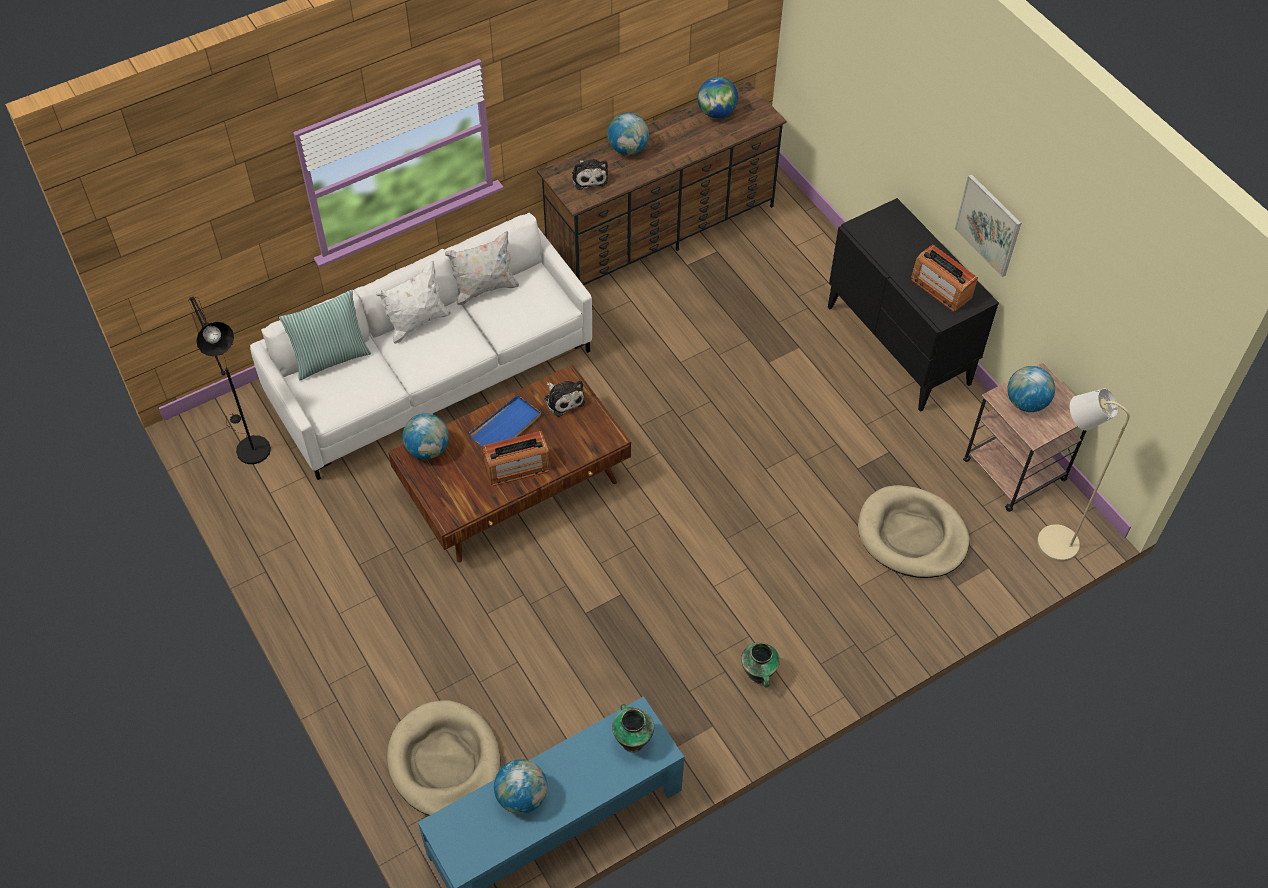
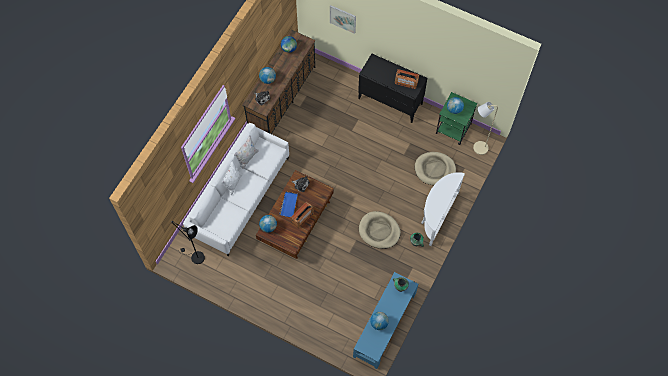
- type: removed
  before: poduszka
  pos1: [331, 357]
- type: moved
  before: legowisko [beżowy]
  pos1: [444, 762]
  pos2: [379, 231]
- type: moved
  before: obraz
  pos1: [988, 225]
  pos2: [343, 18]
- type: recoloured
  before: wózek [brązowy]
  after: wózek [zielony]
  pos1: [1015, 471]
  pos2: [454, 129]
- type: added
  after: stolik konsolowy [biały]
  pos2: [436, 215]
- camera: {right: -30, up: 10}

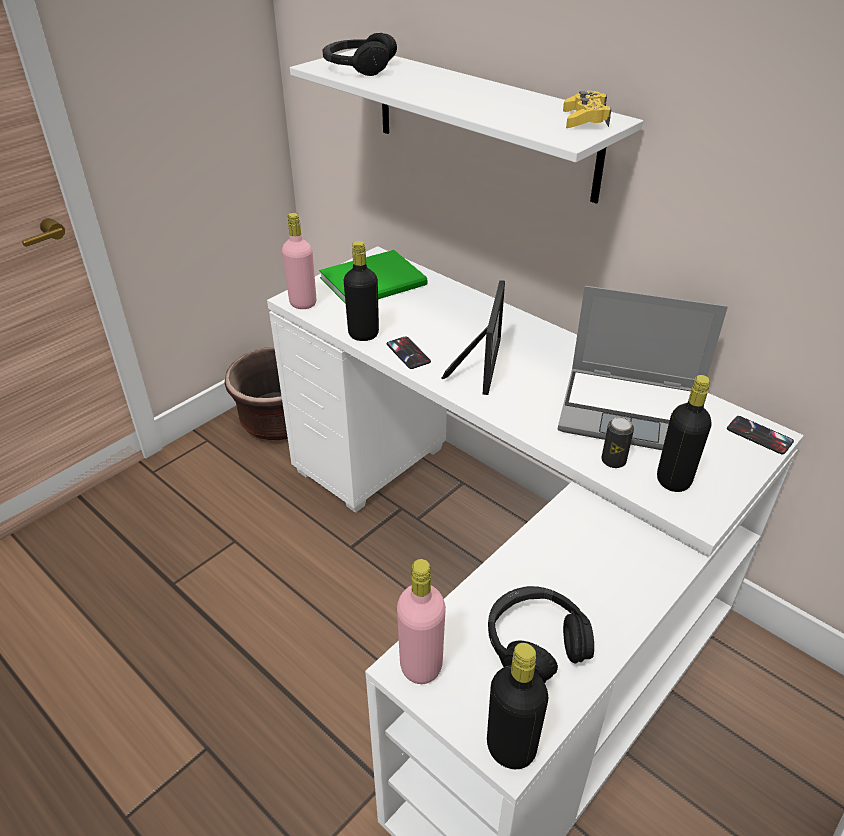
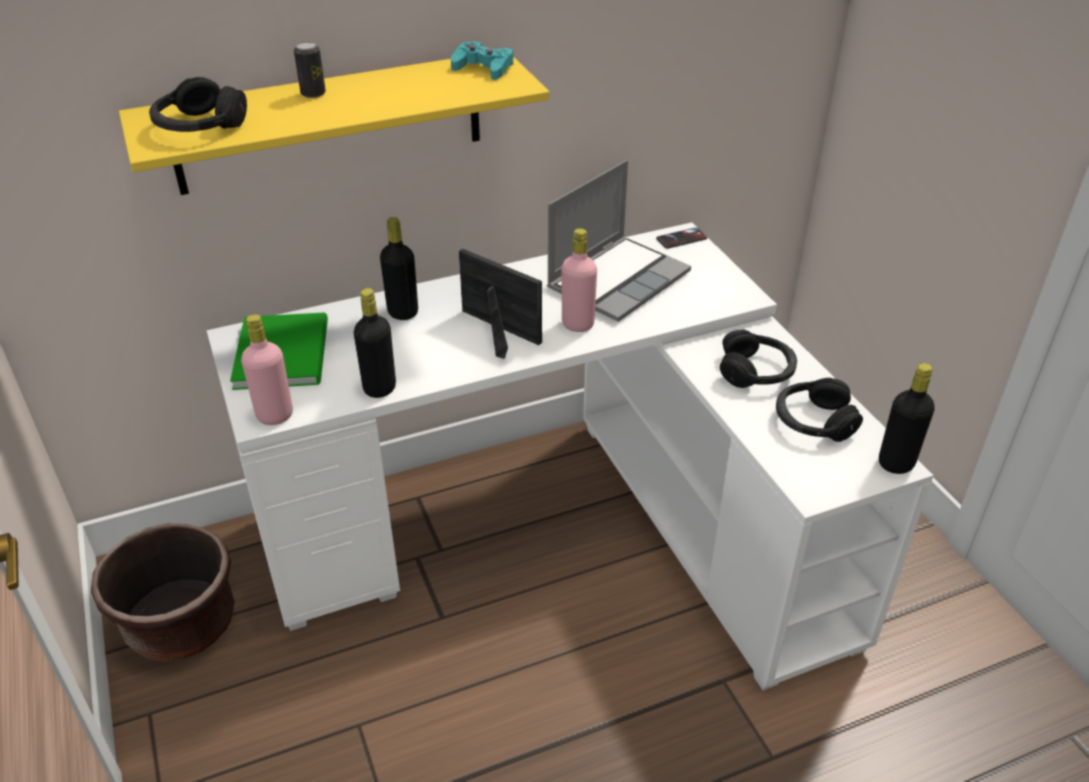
- type: recoloured
  before: półka [biały]
  after: półka [żółty]
  pos1: [483, 123]
  pos2: [330, 123]
- type: removed
  before: telefon
  pos1: [408, 353]
- type: moved
  before: butelka [różowy]
  pos1: [421, 665]
  pos2: [577, 324]
- type: recoloured
  before: pad do gier [żółty]
  after: pad do gier [turkusowy]
  pos1: [585, 119]
  pos2: [483, 68]
- type: moved
  before: puszka
  pos1: [613, 461]
  pos2: [313, 93]
- type: moved
  before: butelka [czarny]
  pos1: [673, 480]
  pos2: [403, 312]
- type: added
  after: słuchawki [czarny]
  pos2: [756, 371]
- camera: {right: -65, up: 0}

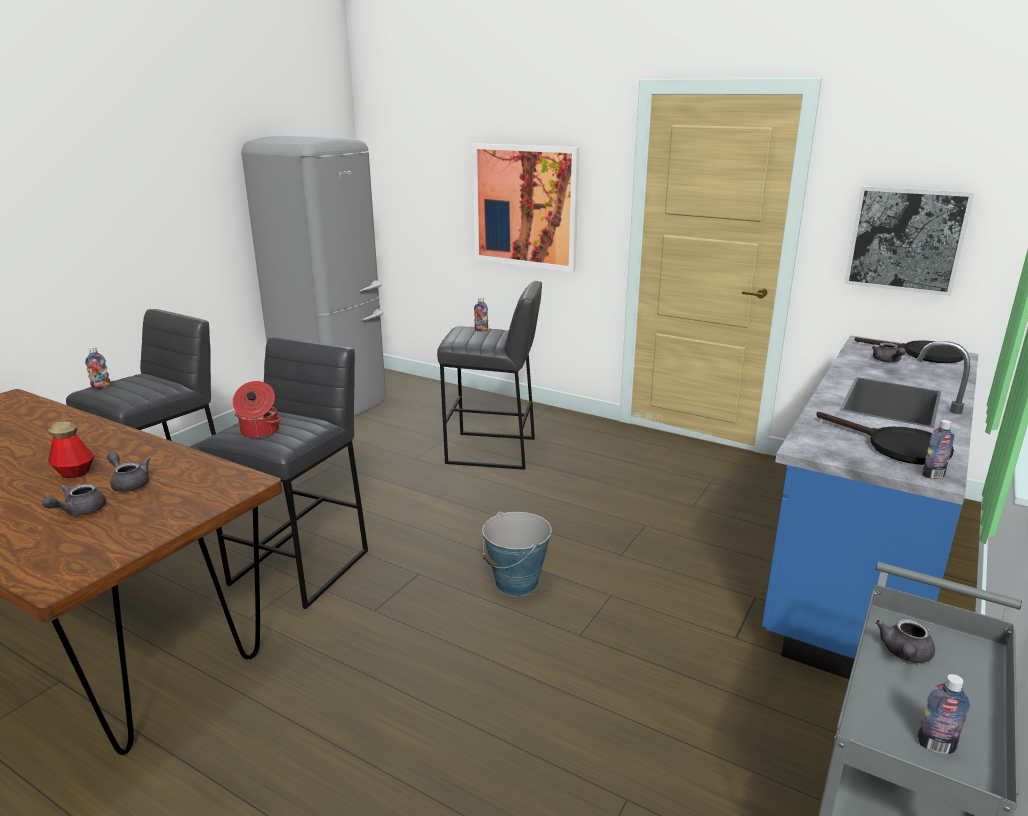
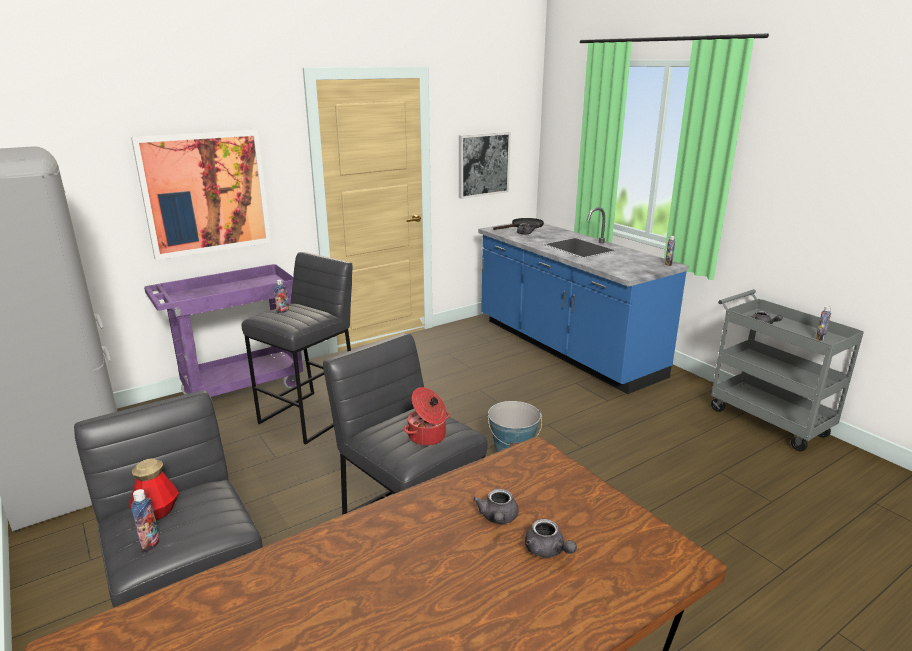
- type: moved
  before: butelka
  pos1: [74, 472]
  pos2: [157, 512]
- type: turned
  before: imbryk [szary]
  pos1: [129, 483]
  pos2: [498, 518]
  turn: -60
- type: removed
  before: patelnia [czarny]
  pos1: [897, 447]
- type: added
  after: wózek [fioletowy]
  pos2: [238, 392]
- camera: {right: -65, up: 0}

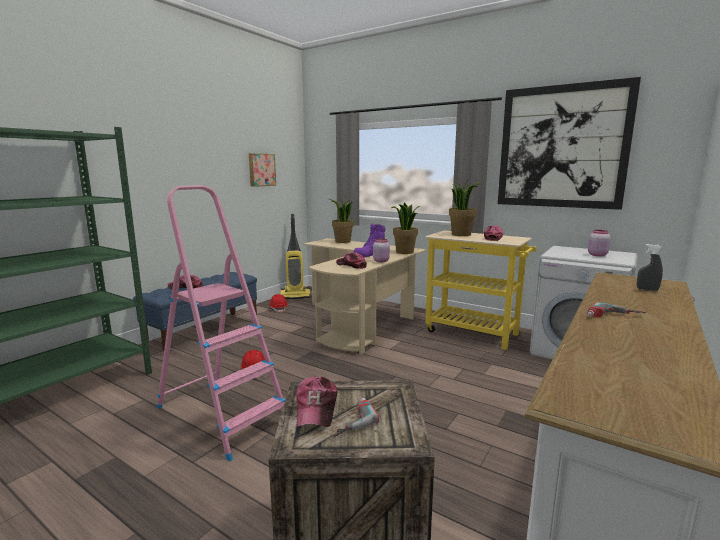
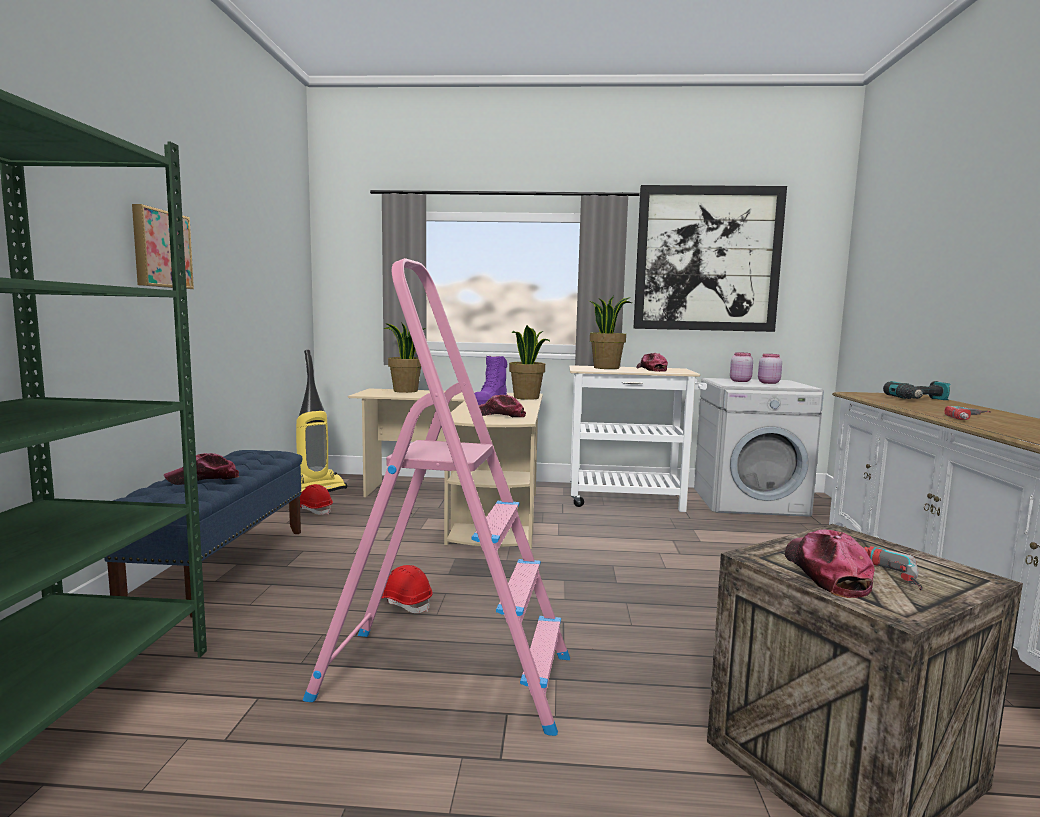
- type: moved
  before: obraz
  pos1: [261, 170]
  pos2: [160, 249]
- type: turned
  before: czapka z daszkiem
  pos1: [316, 409]
  pos2: [825, 573]
  turn: -150
- type: moved
  before: słoik [różowy]
  pos1: [381, 261]
  pos2: [740, 381]
- type: recoloured
  before: wózek [żółty]
  after: wózek [biały]
  pos1: [473, 333]
  pos2: [627, 500]
- type: replaced
  before: spryskiwacz [szary]
  after: wiertarka
  pos1: [647, 290]
  pos2: [920, 400]
- camera: {right: -30, up: -5}

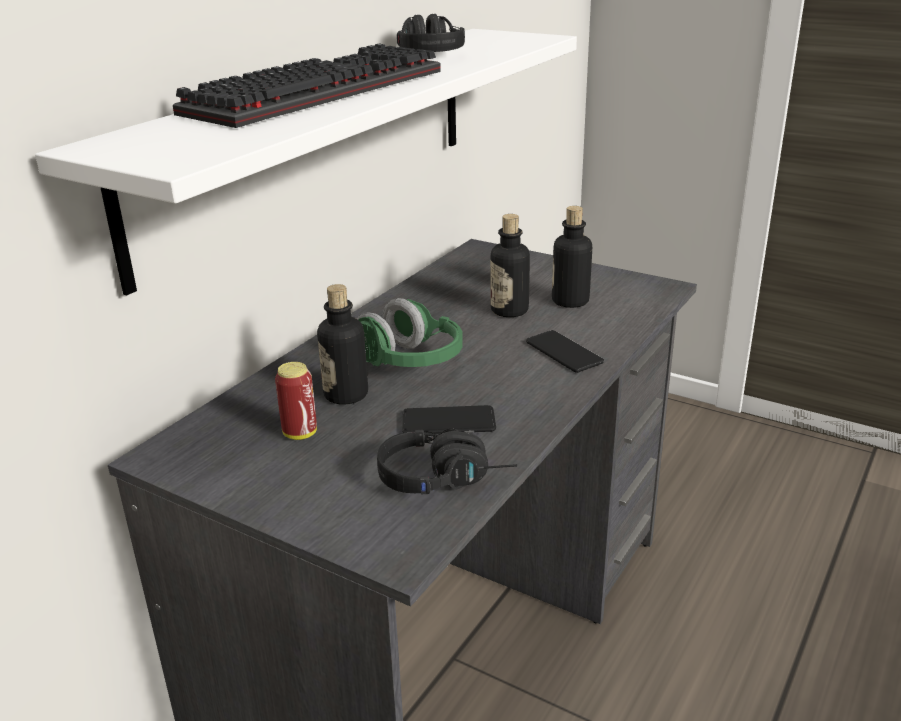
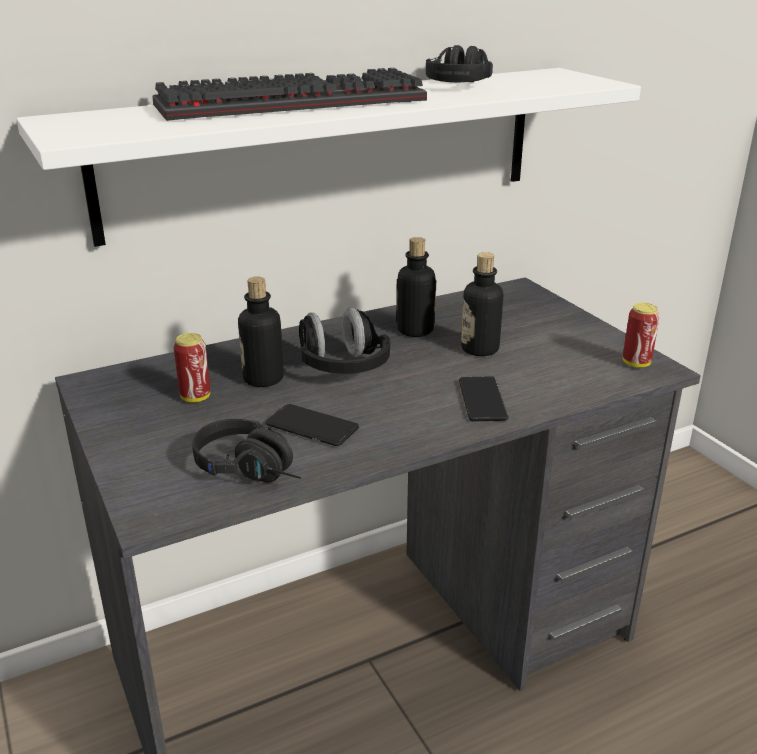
- type: recoloured
  before: słuchawki [zielony]
  after: słuchawki [czarny]
  pos1: [410, 361]
  pos2: [343, 367]
- type: moved
  before: butelka
  pos1: [570, 301]
  pos2: [415, 330]
- type: added
  after: puszka
  pos2: [636, 363]
- camera: {right: 30, up: 0}

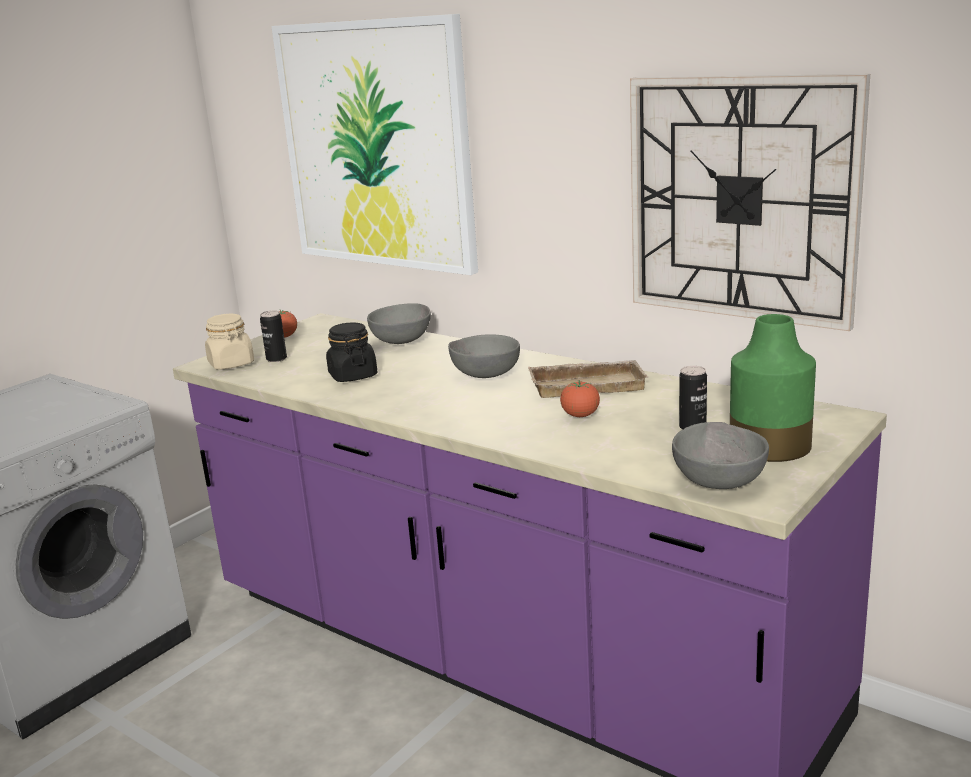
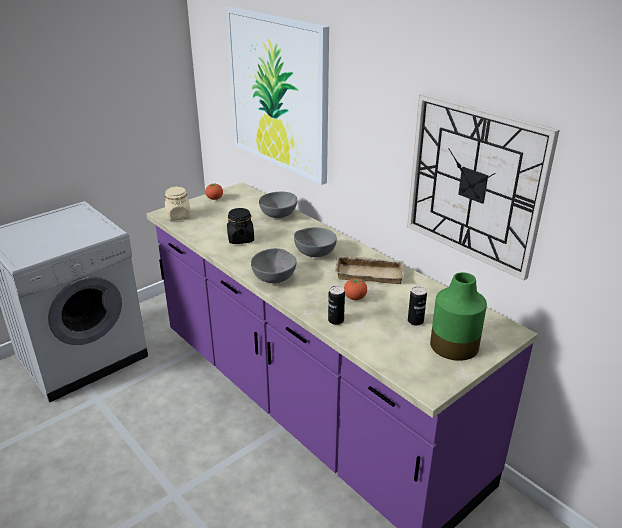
- type: moved
  before: puszka
  pos1: [276, 359]
  pos2: [336, 320]
- type: moved
  before: miska [szary]
  pos1: [720, 481]
  pos2: [275, 278]
- camera: {right: 10, up: 10}

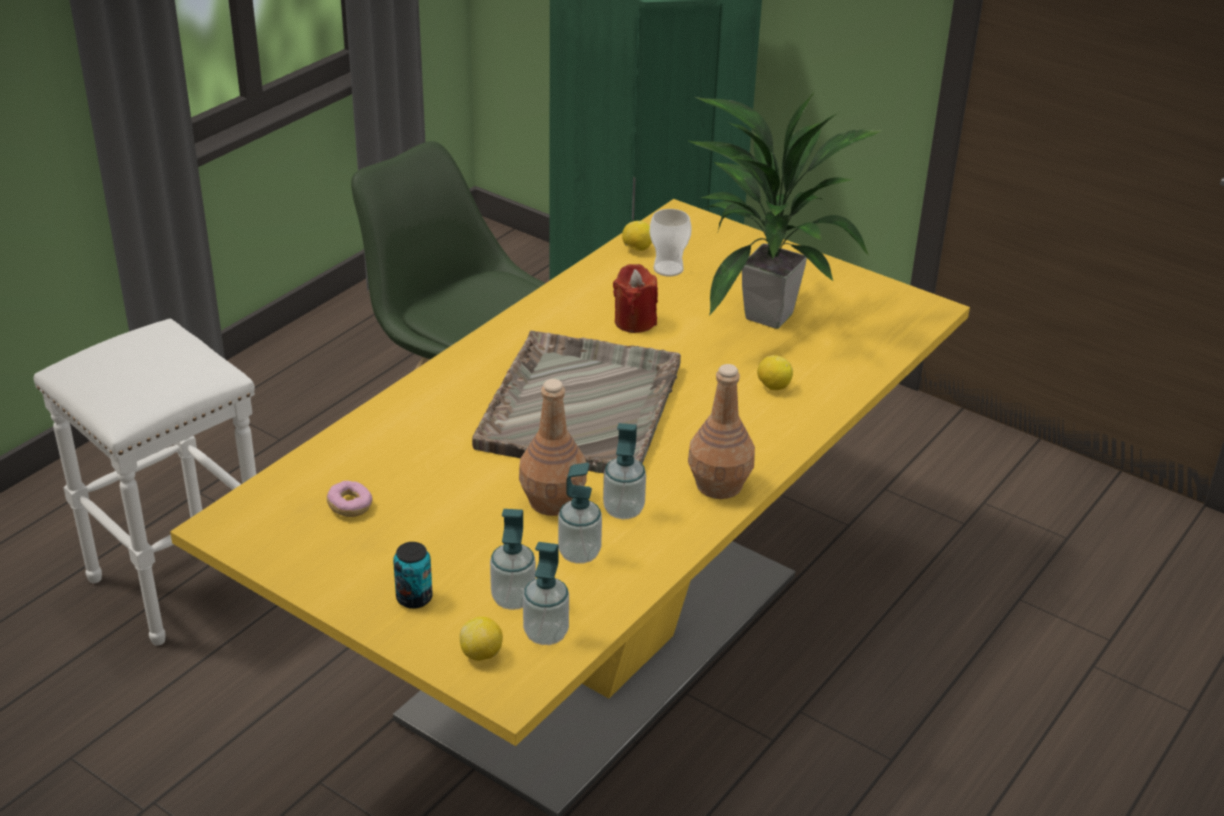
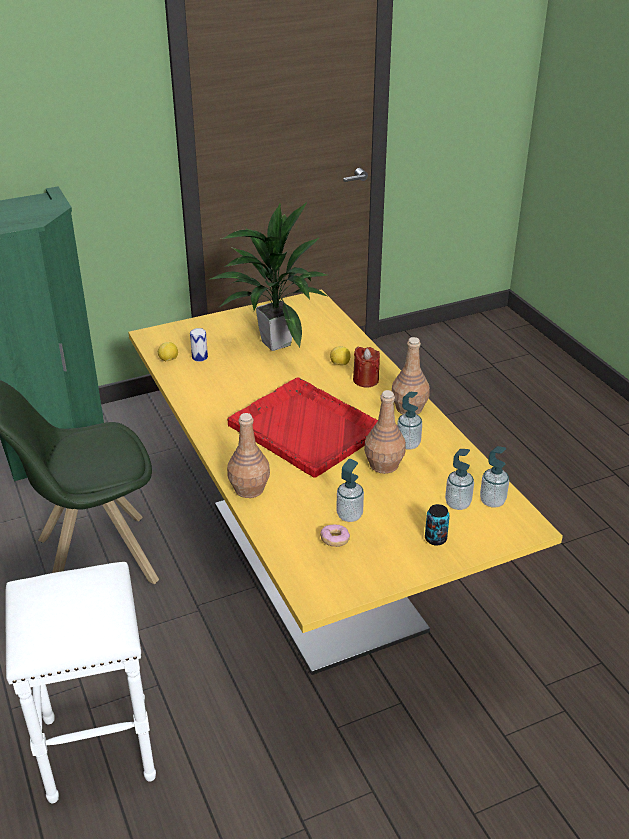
- type: removed
  before: cytryna
  pos1: [481, 654]
- type: recoloured
  before: taca [szary]
  after: taca [czerwony]
  pos1: [581, 405]
  pos2: [305, 428]
- type: moved
  before: dozownik mydła
  pos1: [579, 553]
  pos2: [349, 515]
- type: moved
  before: świeca [czerwony]
  pos1: [634, 321]
  pos2: [365, 380]
- type: replaced
  before: filiżanka
  after: puszka
  pos1: [668, 269]
  pos2: [199, 357]
- type: added
  after: butelka [brązowy]
  pos2: [249, 489]
- camera: {right: -60, up: 0}

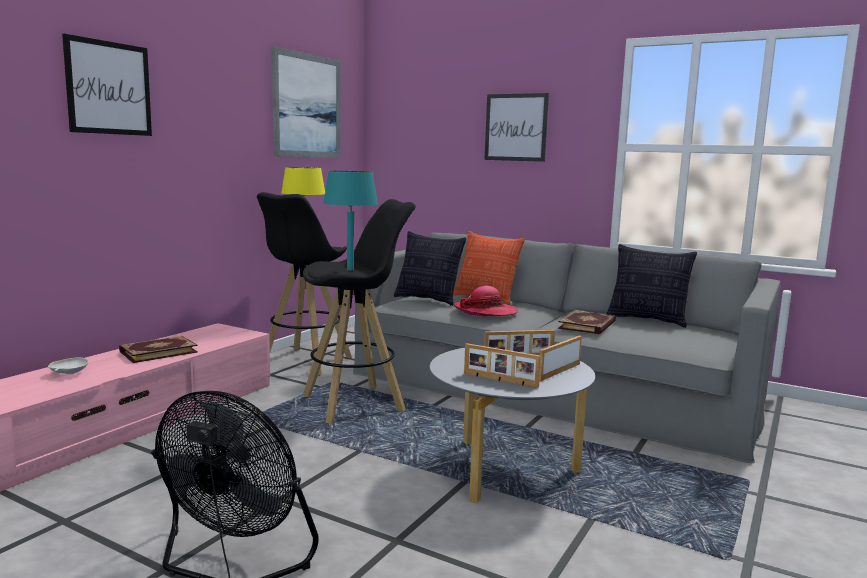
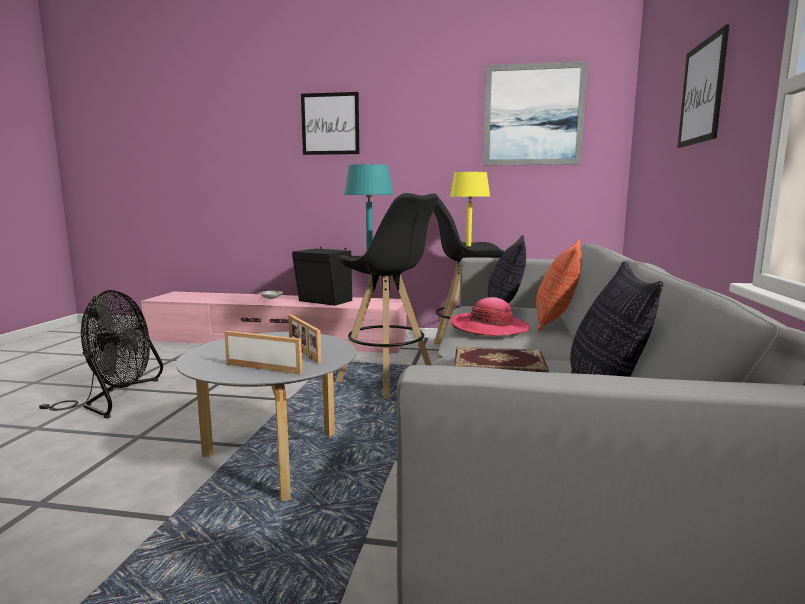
- type: replaced
  before: książka
  after: głośnik [czarny]
  pos1: [158, 352]
  pos2: [324, 301]
- type: removed
  before: ramka na zdjęcie
  pos1: [500, 380]
- camera: {right: 70, up: 0}

